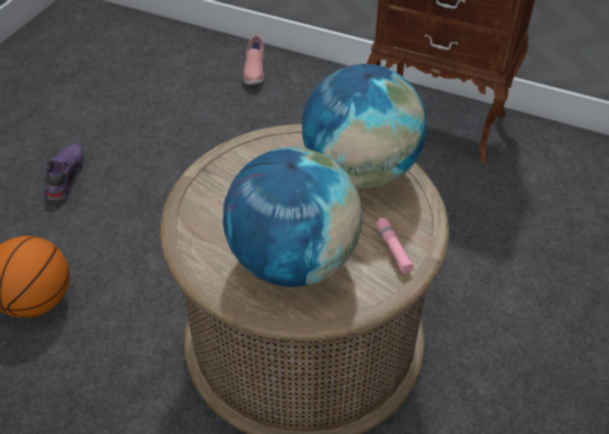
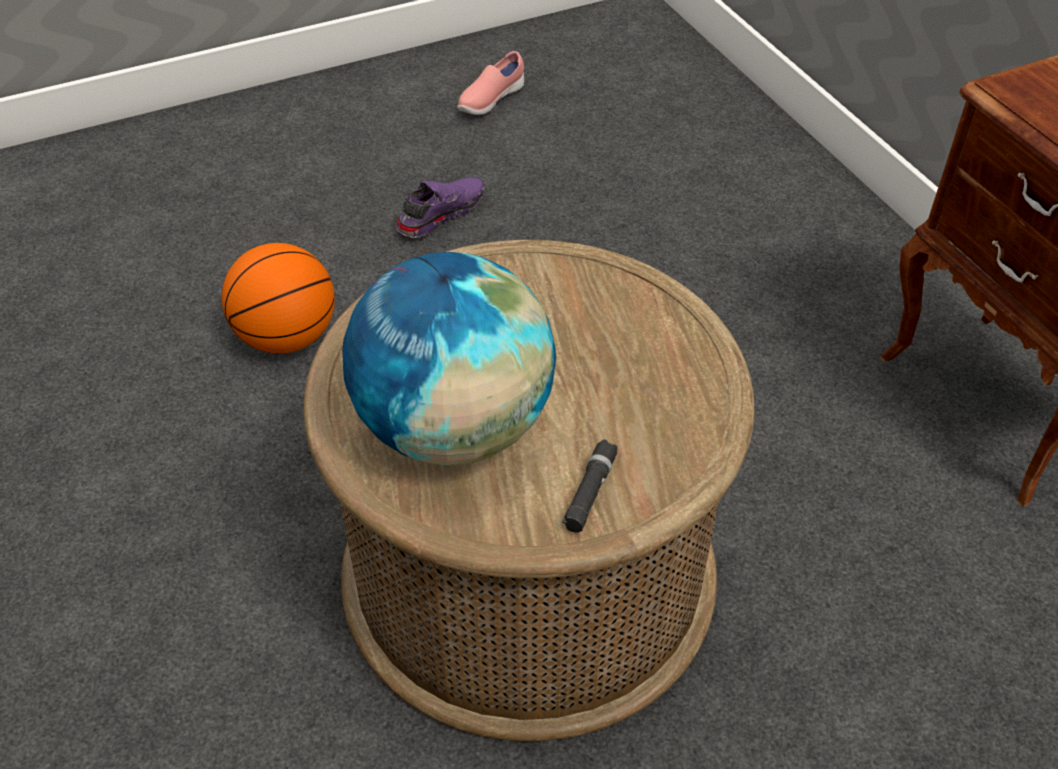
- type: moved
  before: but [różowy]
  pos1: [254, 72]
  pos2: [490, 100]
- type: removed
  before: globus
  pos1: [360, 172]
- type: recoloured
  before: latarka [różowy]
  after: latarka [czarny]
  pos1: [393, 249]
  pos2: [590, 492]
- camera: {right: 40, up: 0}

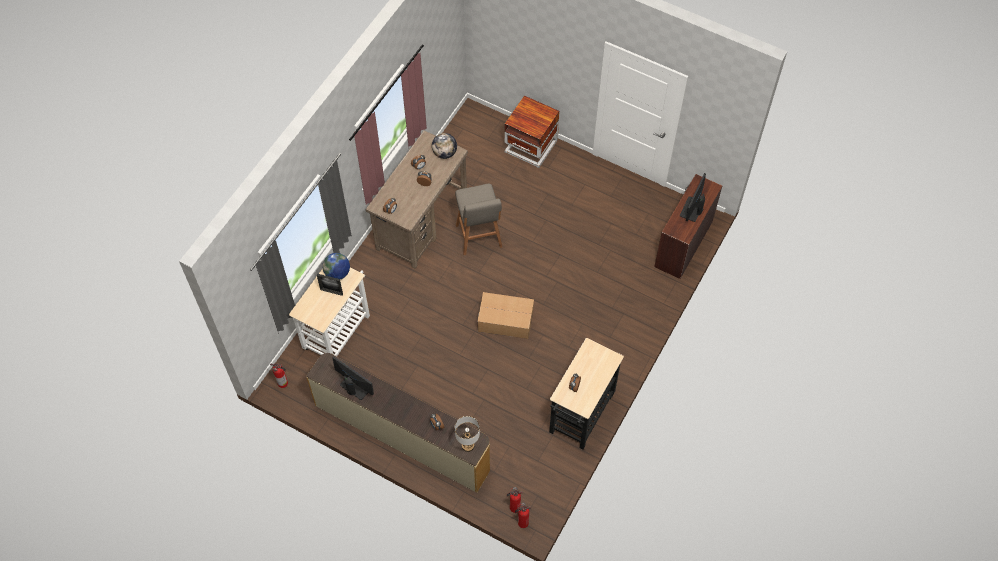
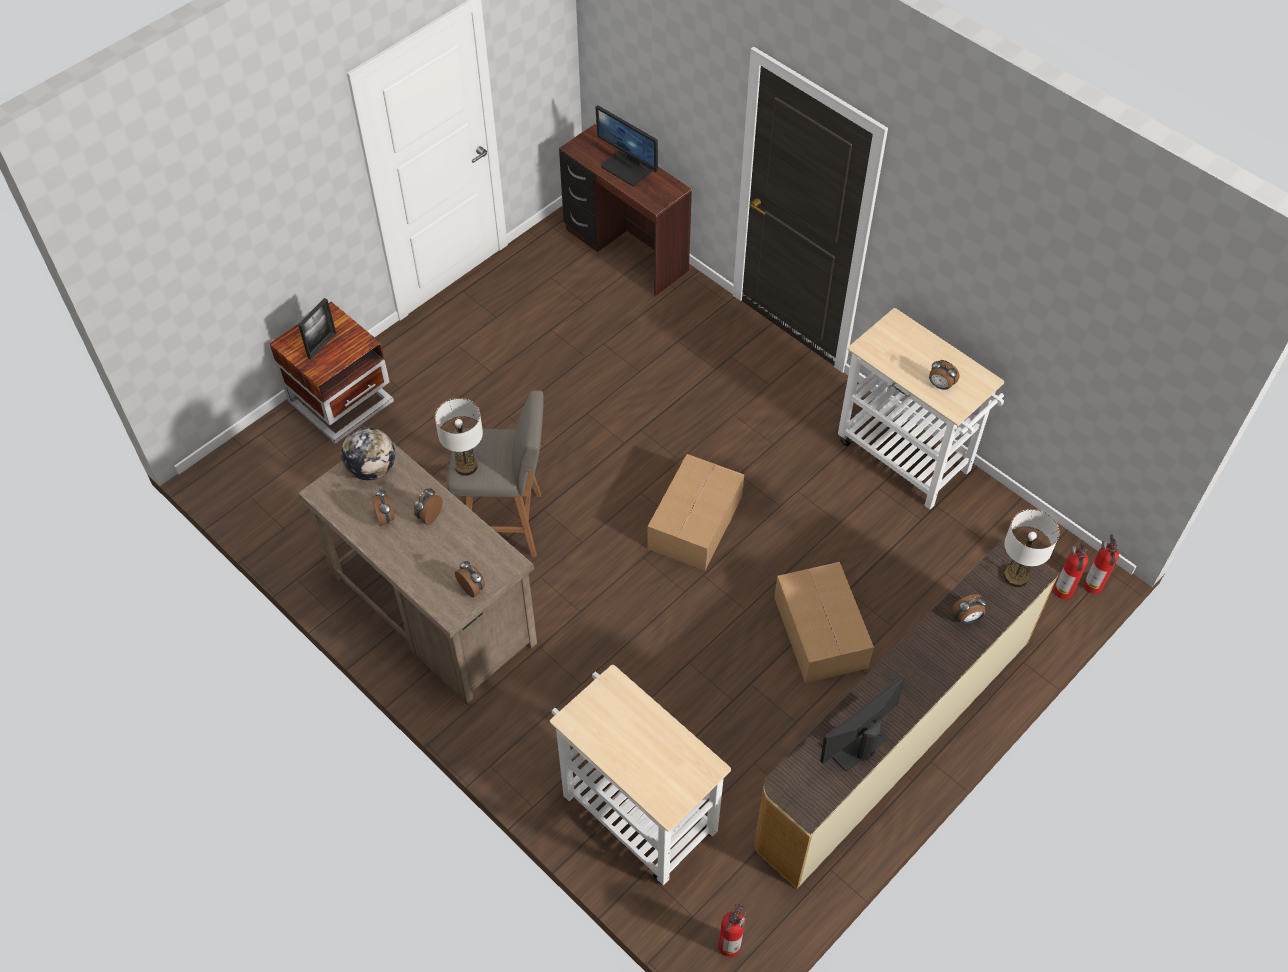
- type: moved
  before: ramka na zdjęcie
  pos1: [331, 292]
  pos2: [322, 346]
- type: removed
  before: globus
  pos1: [337, 273]
- type: recoloured
  before: wózek [czarny]
  after: wózek [biały]
  pos1: [581, 414]
  pos2: [905, 457]
- type: added
  after: lampa stołowa
  pos2: [466, 466]
- type: added
  after: karton
  pos2: [820, 634]
- camera: {right: -75, up: -5}

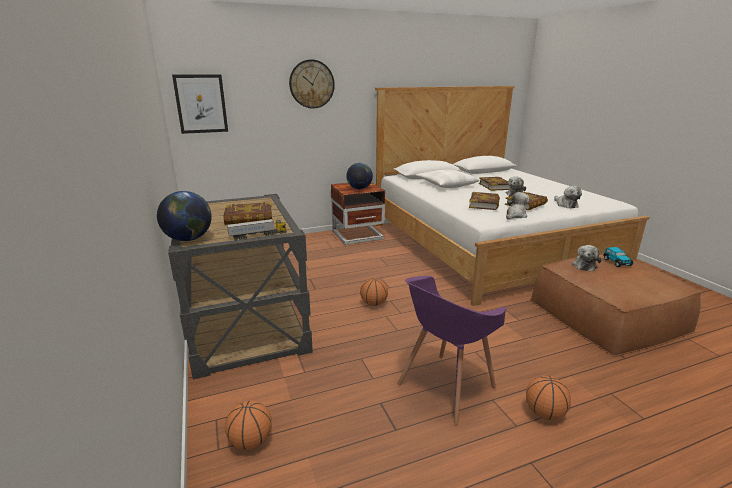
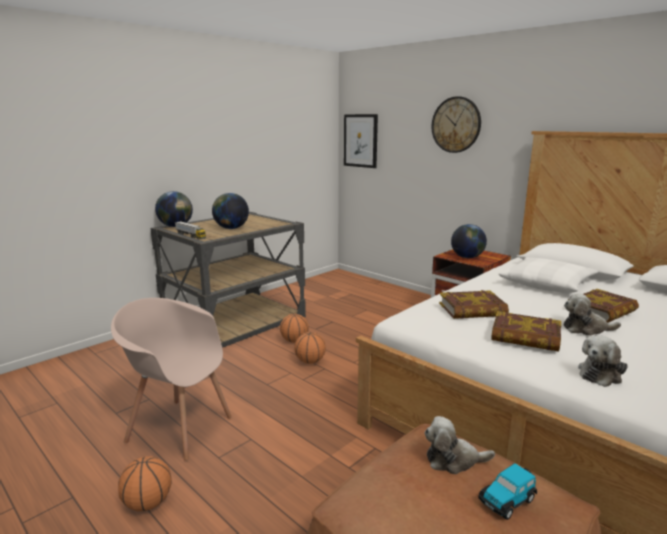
- type: replaced
  before: książka
  after: globus
  pos1: [249, 218]
  pos2: [231, 228]
- type: moved
  before: piłka do koszykówki
  pos1: [251, 441]
  pos2: [294, 341]
- type: recoloured
  before: krzesło [fioletowy]
  after: krzesło [beżowy]
  pos1: [445, 387]
  pos2: [179, 429]
- type: removed
  before: pluszak
  pos1: [515, 215]
- camera: {right: 65, up: -5}

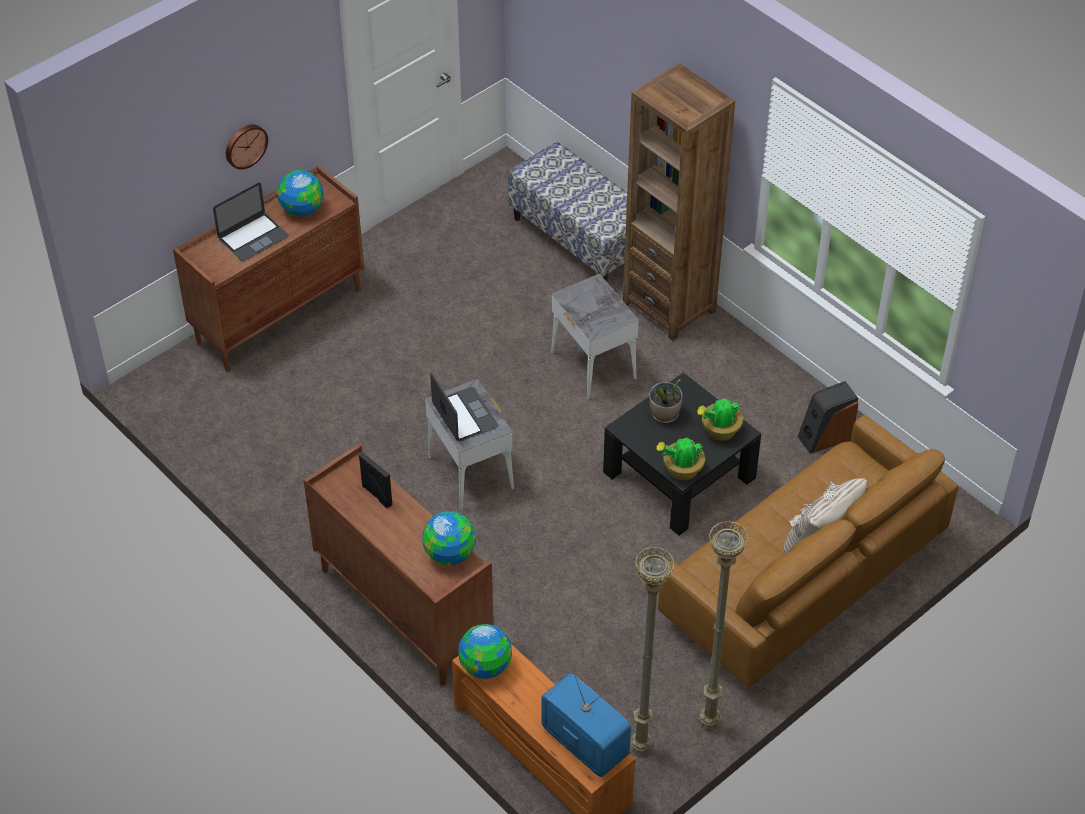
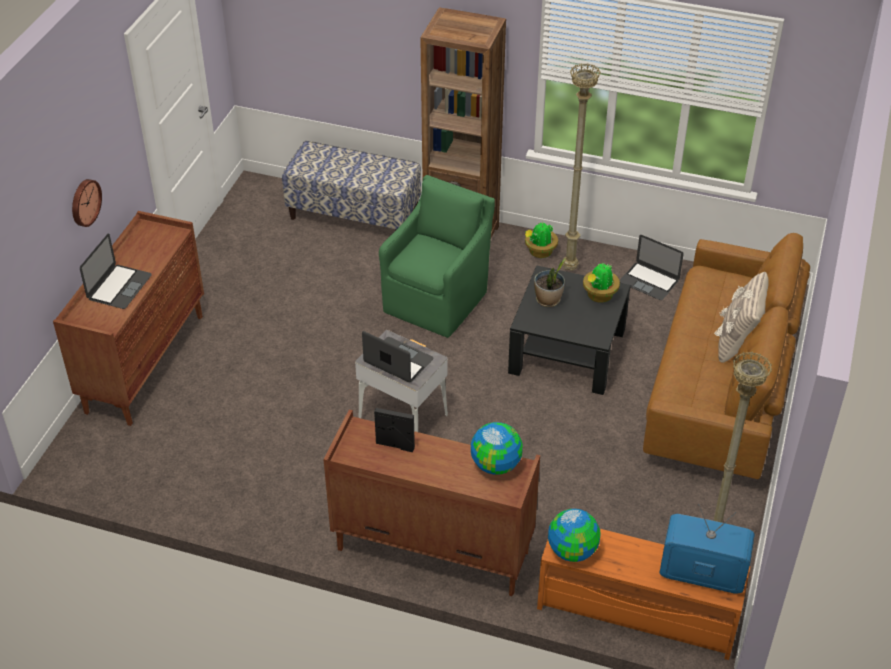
- type: removed
  before: globus
  pos1: [301, 209]
- type: replaced
  before: stolik
  after: fotel [zielony]
  pos1: [593, 366]
  pos2: [437, 300]
- type: moved
  before: roślina doniczkowa
  pos1: [681, 470]
  pos2: [539, 252]
- type: moved
  before: lampa stojąca [beżowy]
  pos1: [708, 723]
  pos2: [569, 269]
- type: replaced
  before: głośnik
  after: laptop
  pos1: [825, 437]
  pos2: [649, 281]
- camera: {right: -30, up: -5}

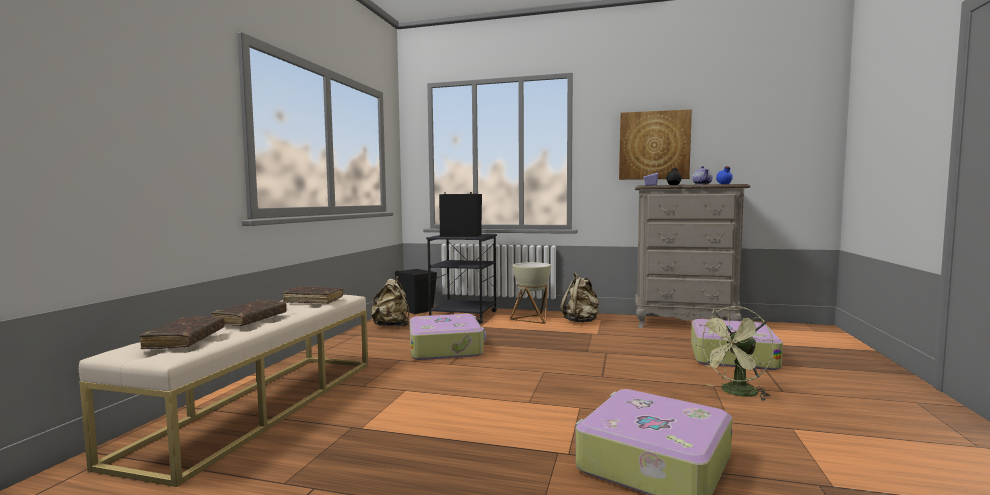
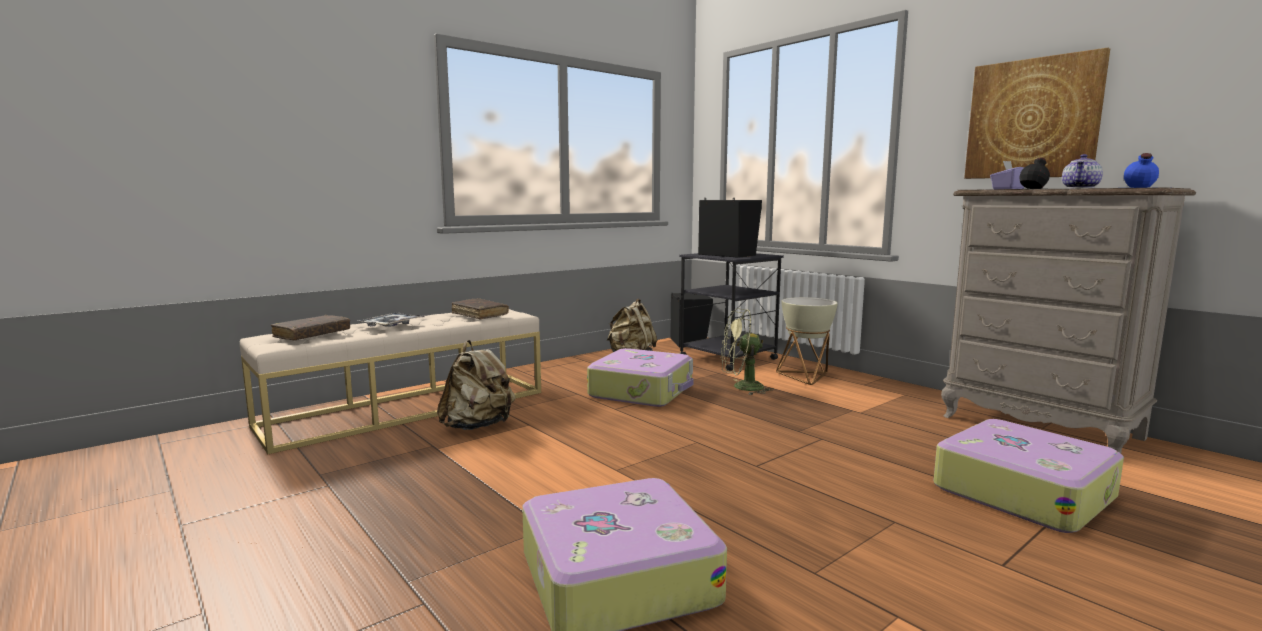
- type: replaced
  before: książka [brązowy]
  after: taca
  pos1: [251, 320]
  pos2: [391, 325]
- type: moved
  before: plecak [beżowy]
  pos1: [581, 322]
  pos2: [478, 426]
- type: moved
  before: wentylator [zielony]
  pos1: [736, 393]
  pos2: [741, 387]
- camera: {right: 35, up: 5}

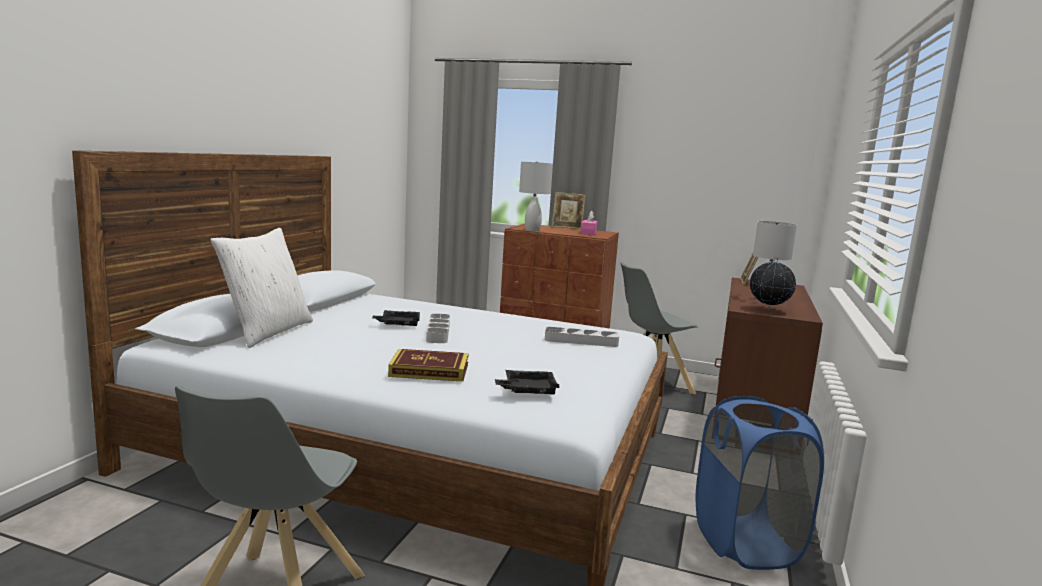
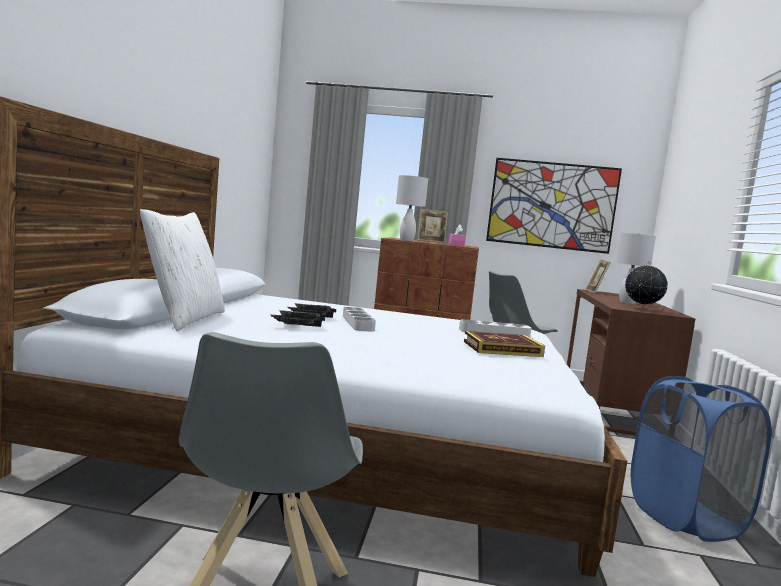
- type: moved
  before: książka
  pos1: [429, 370]
  pos2: [502, 349]
- type: moved
  before: taca [czarny]
  pos1: [527, 390]
  pos2: [298, 325]
- type: added
  after: obraz
  pos2: [552, 205]
- camera: {right: -10, up: -5}

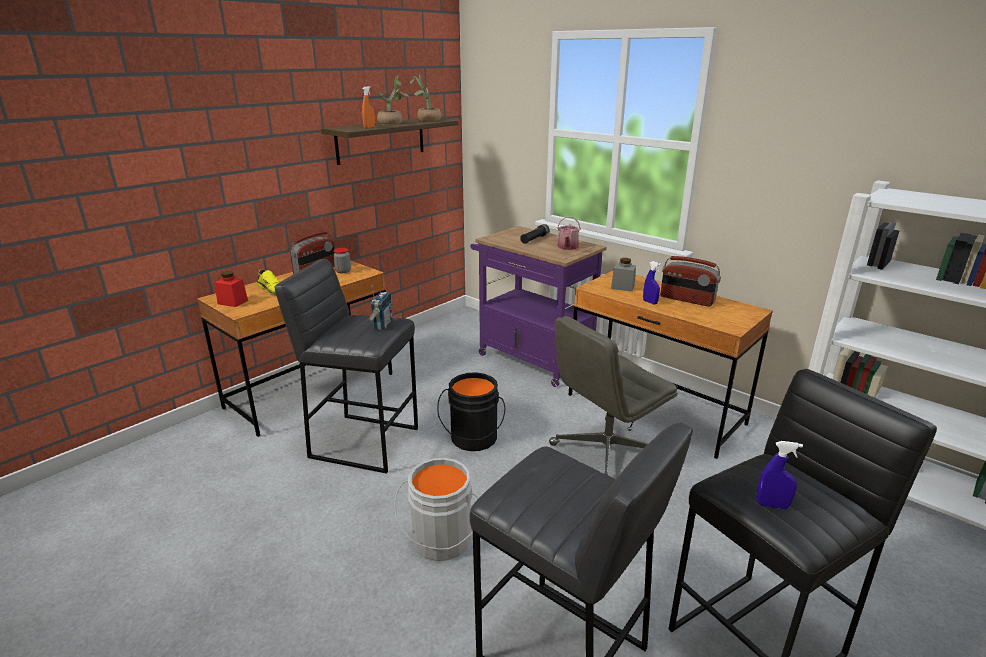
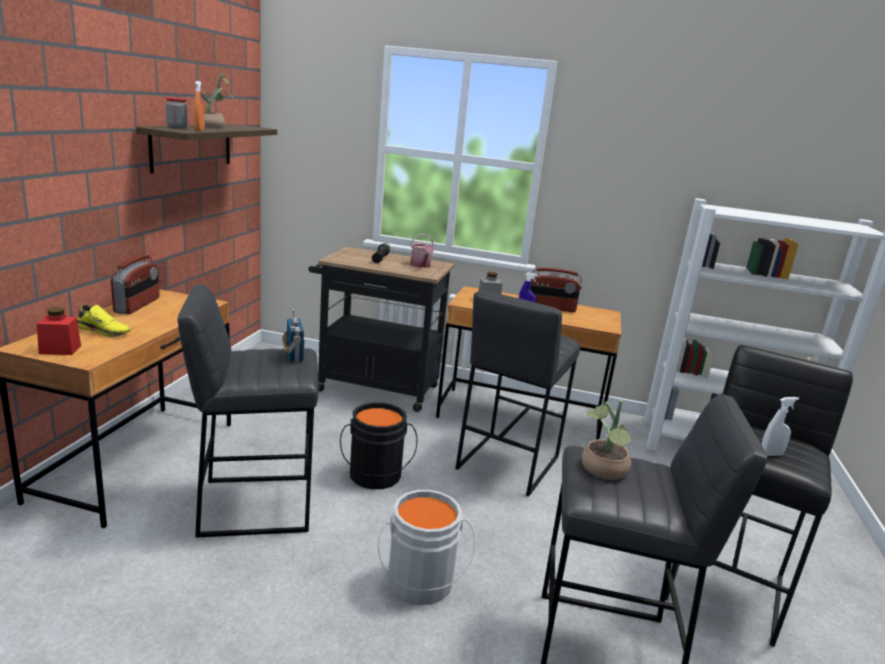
- type: moved
  before: słoik
  pos1: [343, 271]
  pos2: [177, 128]
- type: moved
  before: roślina doniczkowa
  pos1: [426, 120]
  pos2: [603, 471]
- type: recoloured
  before: wózek [fioletowy]
  after: wózek [czarny]
  pos1: [531, 359]
  pos2: [374, 388]
- type: replaced
  before: krzesło biurowe [szary]
  after: stołek [szary]
  pos1: [605, 452]
  pos2: [507, 463]
- type: recoloured
  before: spryskiwacz [niebieski]
  after: spryskiwacz [biały]
  pos1: [772, 505]
  pos2: [771, 454]
- camera: {right: -30, up: -5}

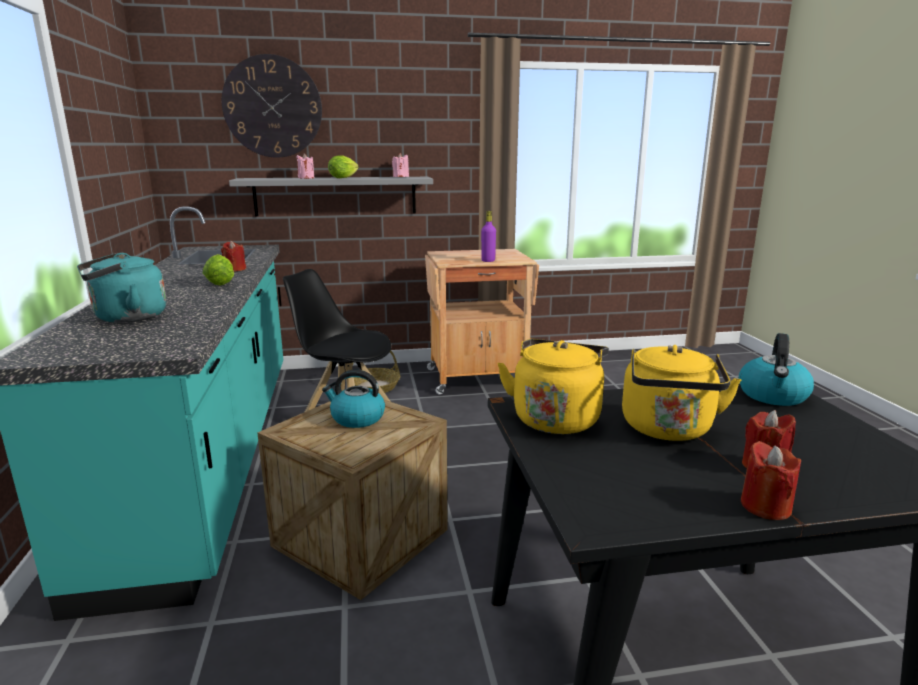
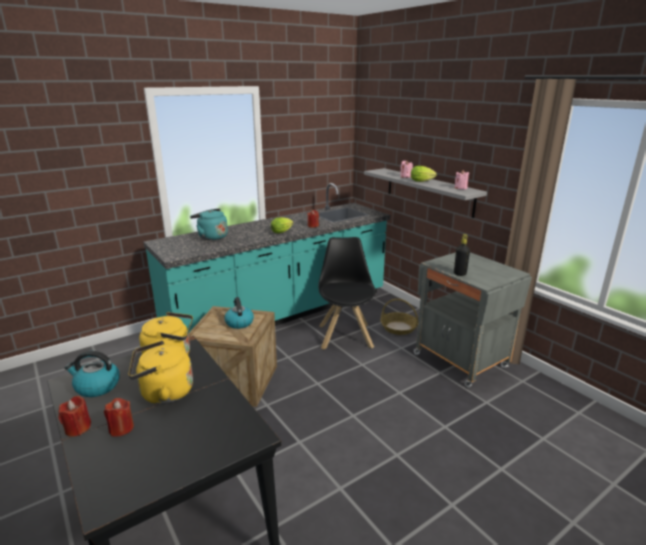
- type: removed
  before: zegar ścienny
  pos1: [272, 107]
- type: recoloured
  before: wózek [brązowy]
  after: wózek [szary]
  pos1: [478, 378]
  pos2: [461, 362]
- type: recoloured
  before: butelka [fioletowy]
  after: butelka [czarny]
  pos1: [488, 261]
  pos2: [460, 274]
- type: moved
  before: czajnik
  pos1: [773, 396]
  pos2: [97, 386]
- camera: {right: 65, up: 5}

